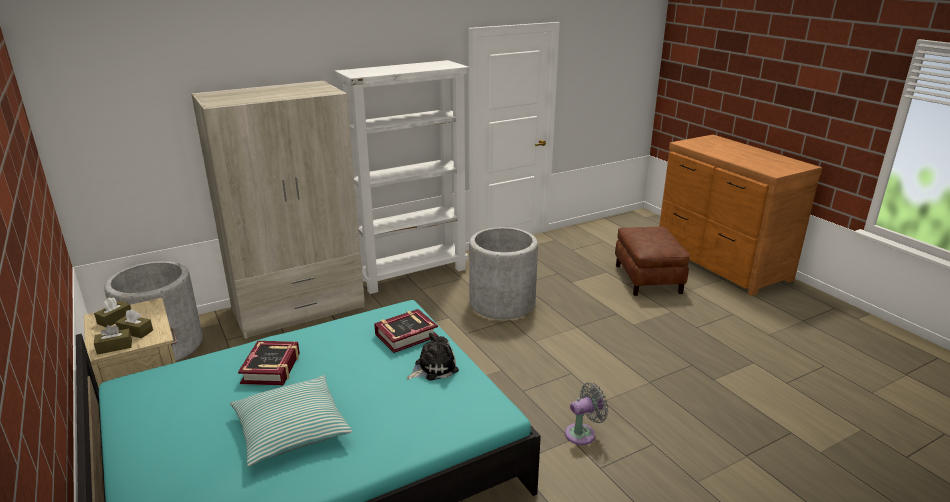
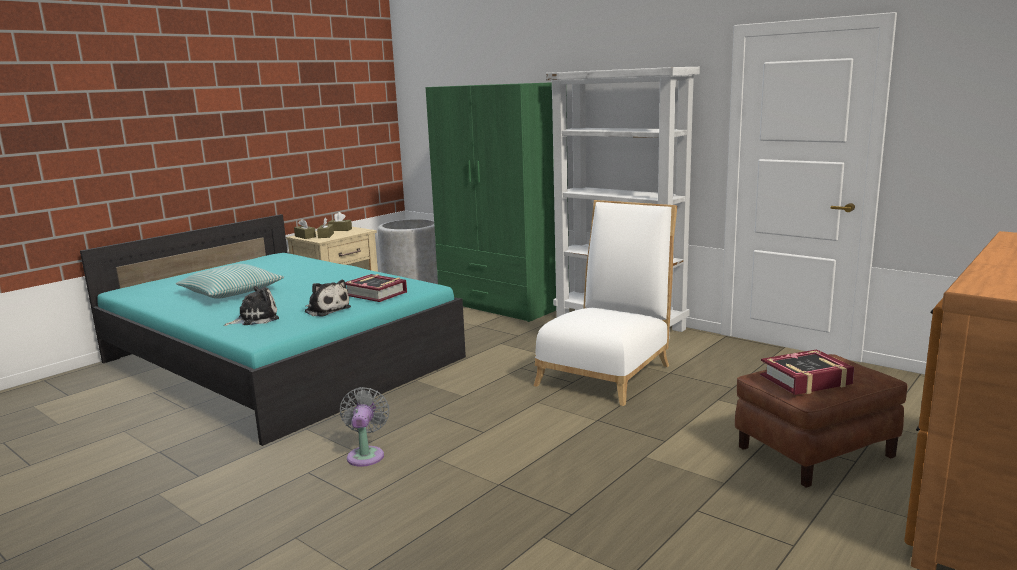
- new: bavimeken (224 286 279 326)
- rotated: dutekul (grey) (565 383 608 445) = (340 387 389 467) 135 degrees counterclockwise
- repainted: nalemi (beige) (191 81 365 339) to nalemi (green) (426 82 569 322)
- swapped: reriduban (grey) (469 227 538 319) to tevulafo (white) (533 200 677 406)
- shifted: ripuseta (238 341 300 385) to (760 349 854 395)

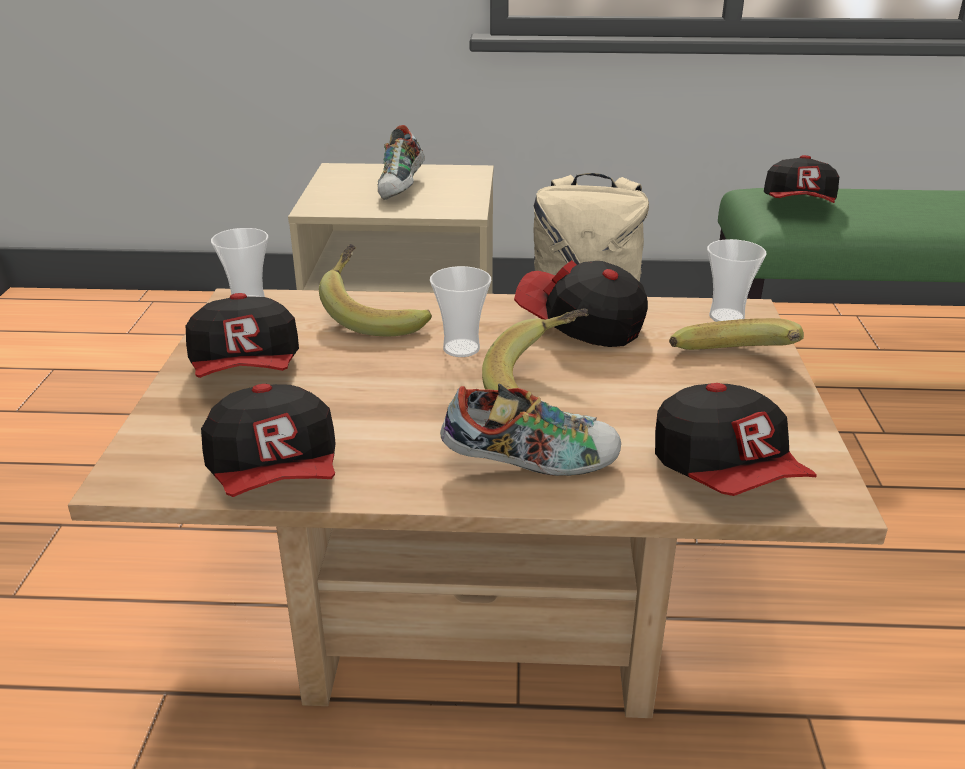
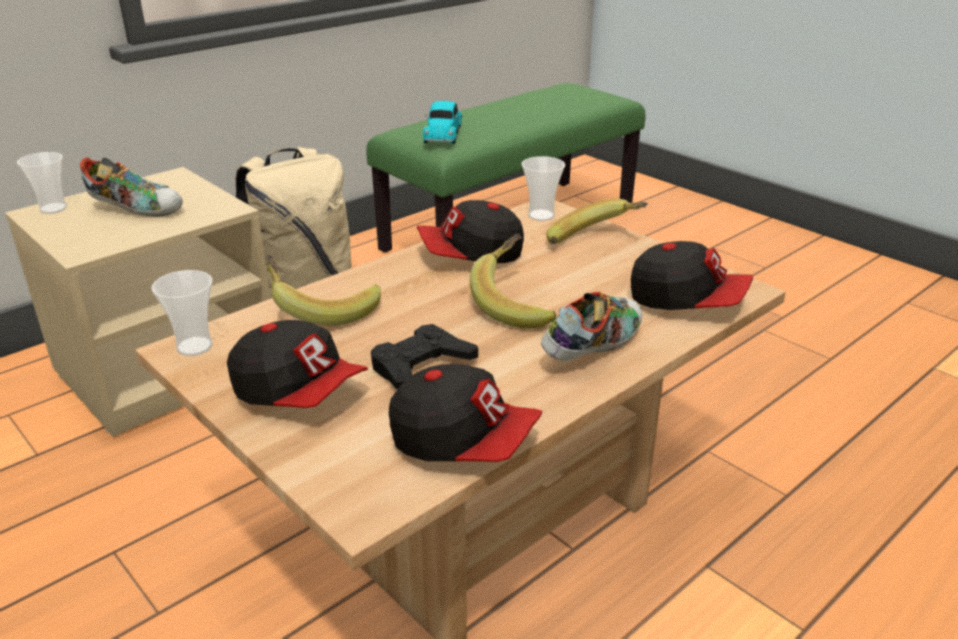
- shifted: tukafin (430 266 491 357) to (17 152 67 214)
- rotated: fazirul (378 125 425 200) = (80 157 183 217) 45 degrees counterclockwise
- new: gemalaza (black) (371 324 478 389)
- swapped: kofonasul (764 155 839 203) to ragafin (423 101 462 144)

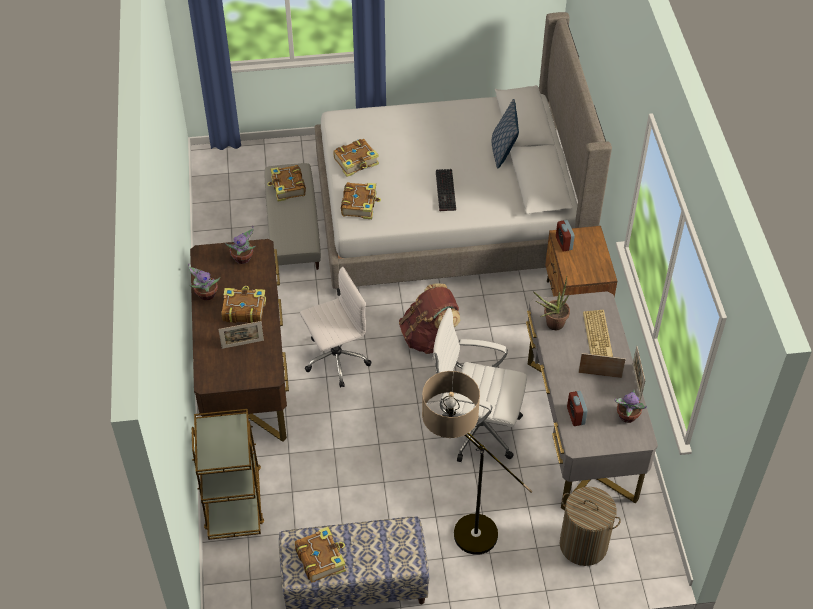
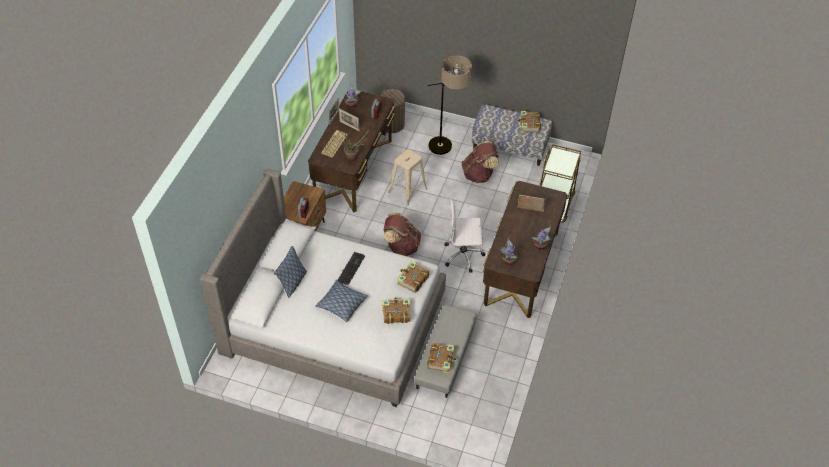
- repainted: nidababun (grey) (526 291 658 510) to nidababun (brown) (308 90 395 212)
- new: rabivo (315 280 368 322)
- swapped: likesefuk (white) (432 308 527 462) to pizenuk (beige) (389 149 427 205)
- new: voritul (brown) (462 141 499 183)
- gone: ripuseta (221 286 266 323)

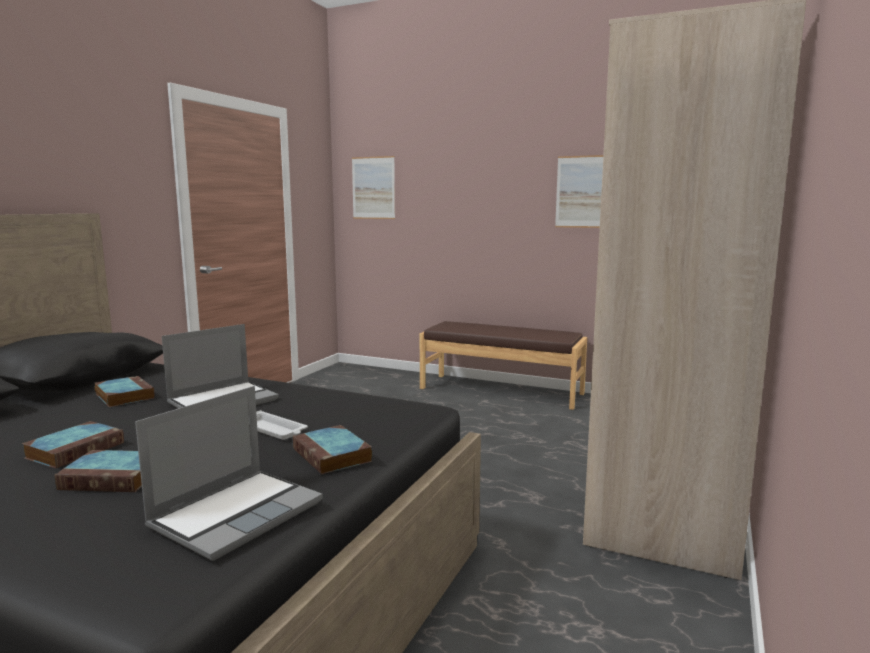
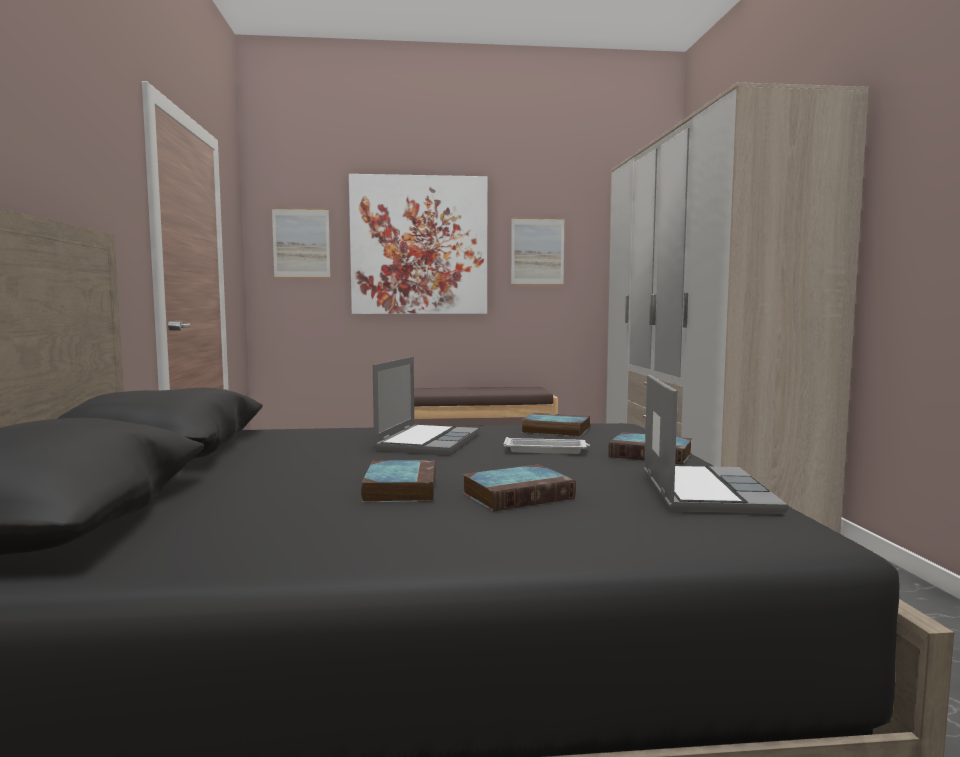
- new: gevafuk (349 174 488 314)
- shifted: ripuseta (95 376 155 407) to (521 413 590 437)

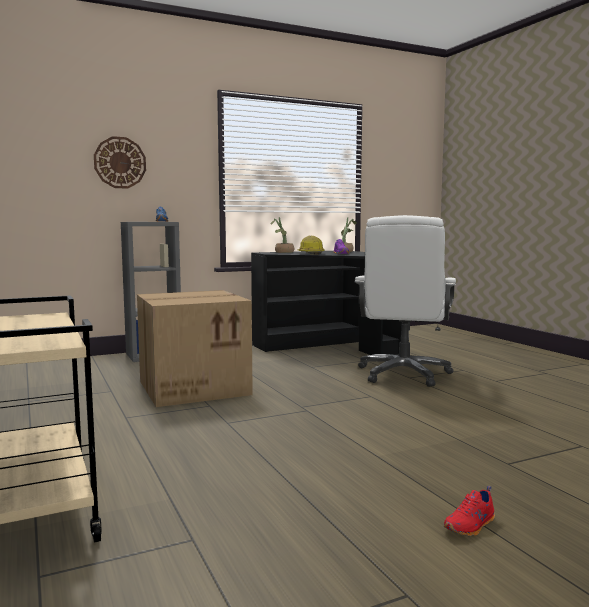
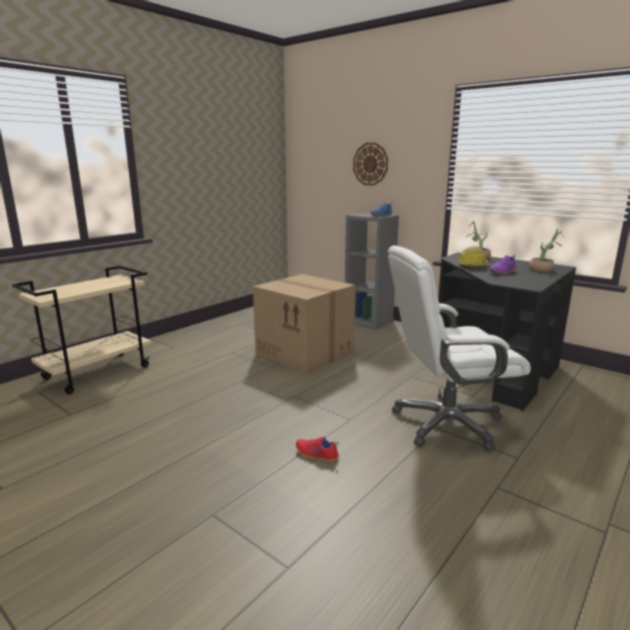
- shifted: fazirul (red) (444 486 495 536) to (296 437 339 462)

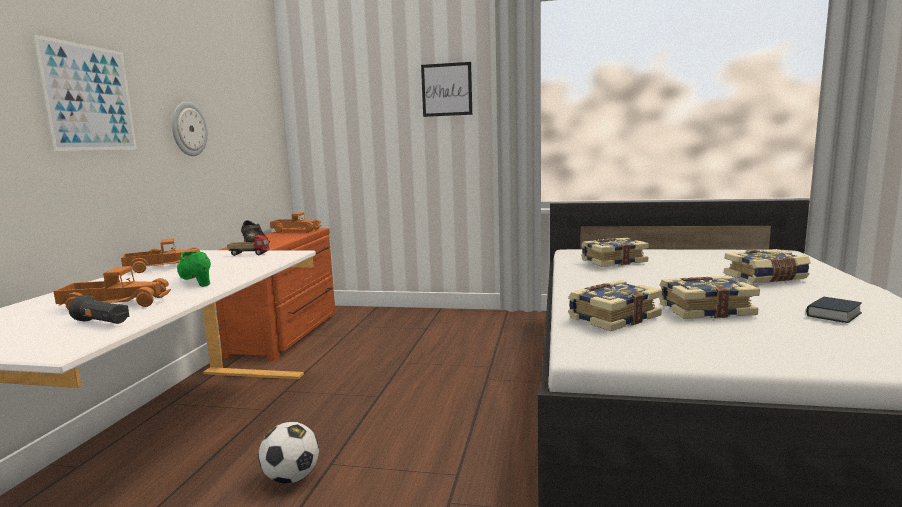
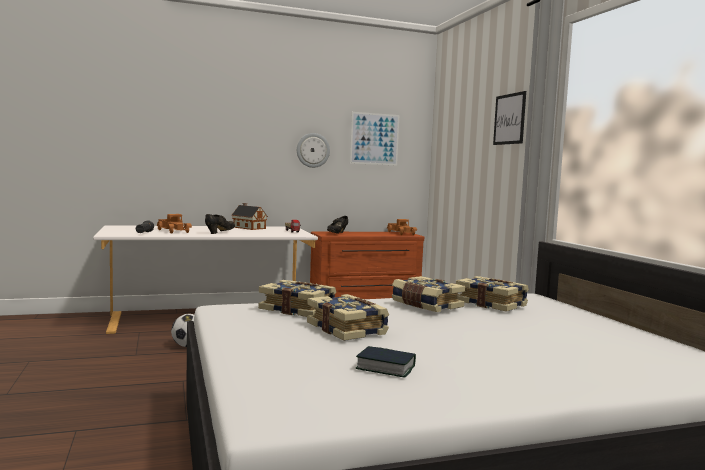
- repainted: fazirul (green) (177 251 211 287) to fazirul (black) (205 214 235 234)
- swapped: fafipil (121 238 200 273) to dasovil (232 203 268 230)
- shifted: gevafuk (32 34 137 151) to (350 112 399 165)
- shifted: ripuseta (724 249 811 283) to (392 276 465 312)

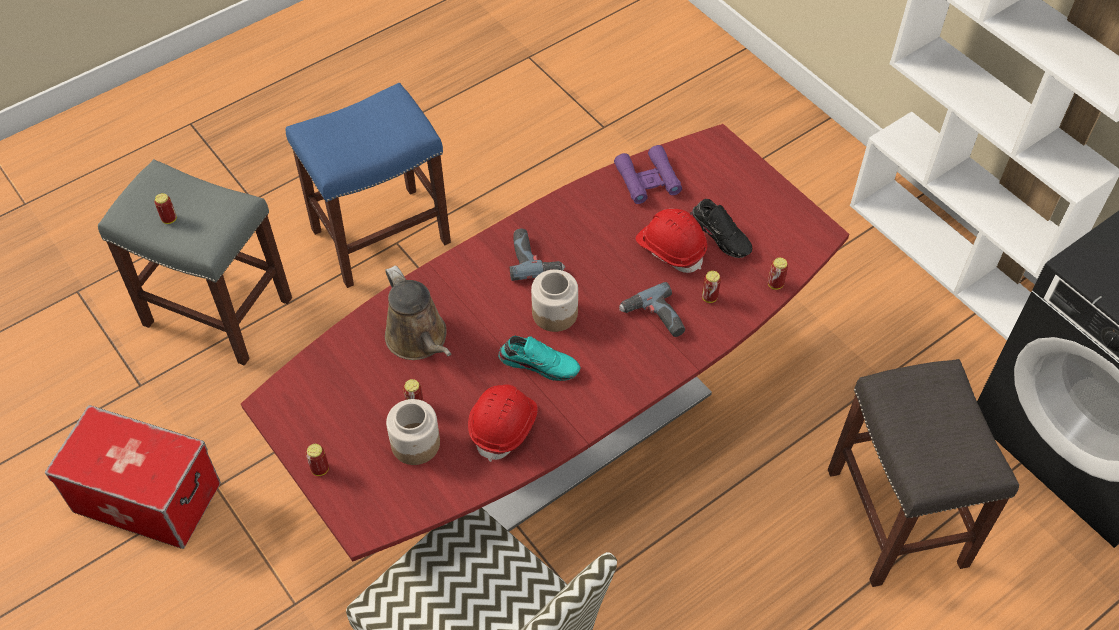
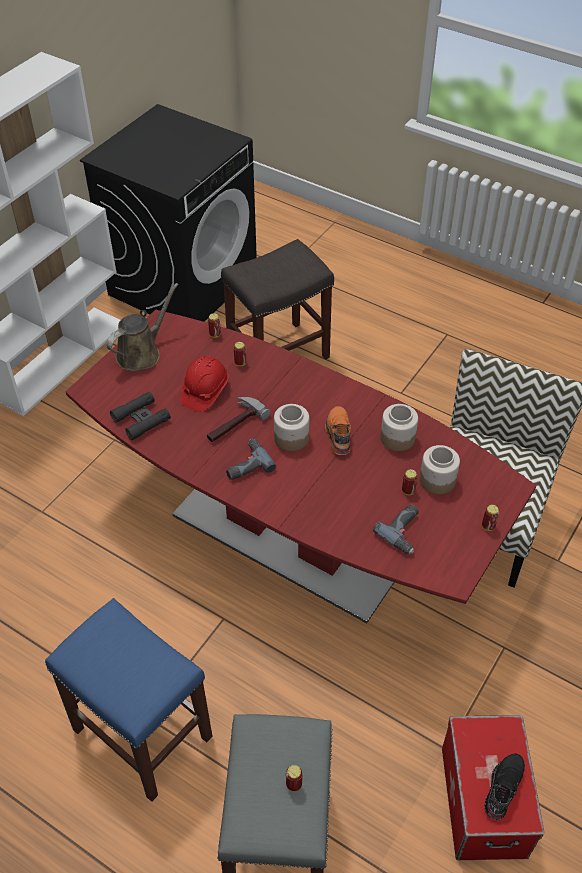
- shifted: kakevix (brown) (385 265 451 360) to (106 283 179 371)
- repainted: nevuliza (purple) (614 145 682 204) to nevuliza (black) (110 392 171 440)
- new: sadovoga (207 397 271 442)
- repainted: fazirul (turquoise) (498 336 581 381) to fazirul (orange) (325 406 351 455)
- shifted: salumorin (619 282 685 337) to (373 504 419 554)
- swapped: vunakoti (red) (468 384 538 462) to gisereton (380 404 418 451)
- shifted: fazirul (black) (690 199 752 258) to (484 753 525 820)

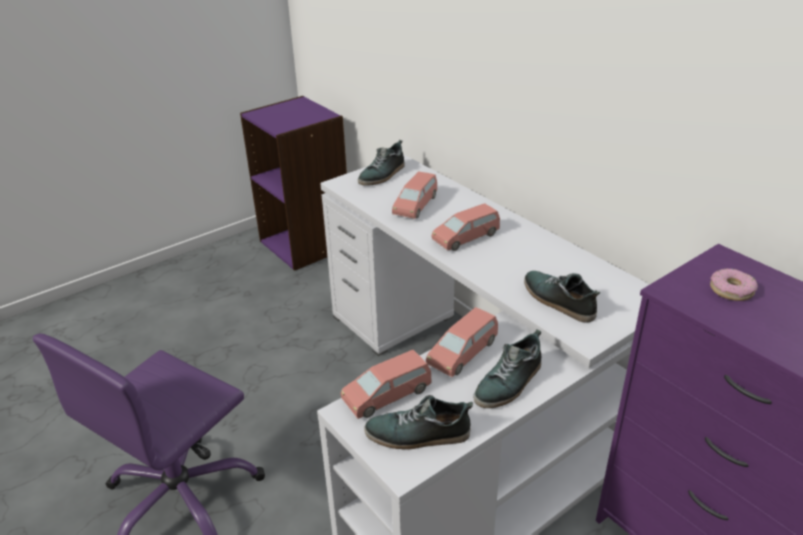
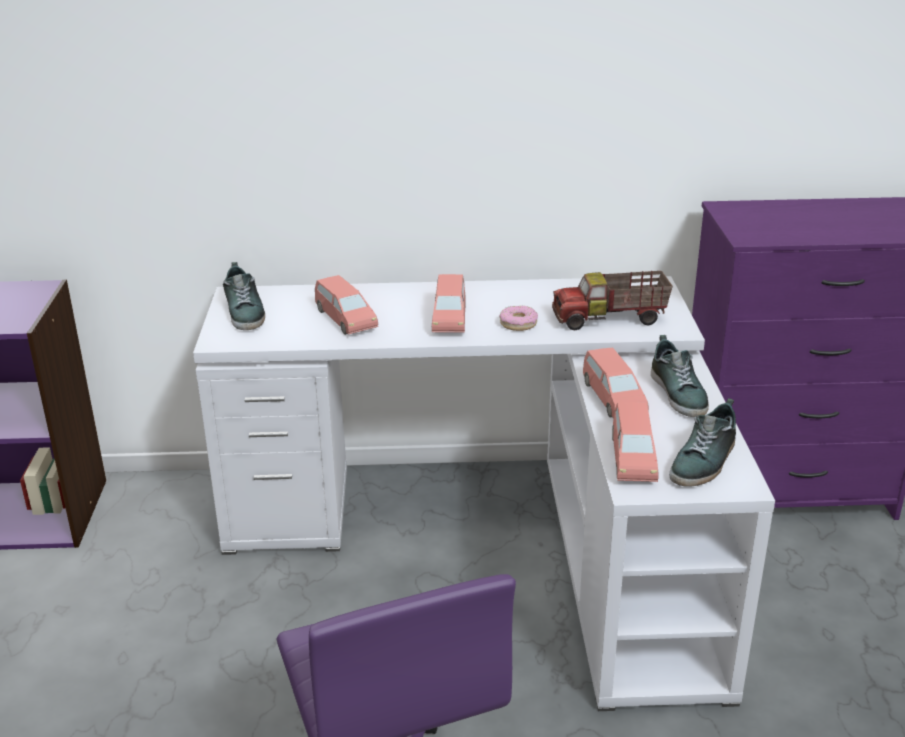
- shifted: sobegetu (710 268 758 301) to (499 306 538 331)
- swapped: fazirul (524 271 600 323) to fafipil (552 271 673 330)

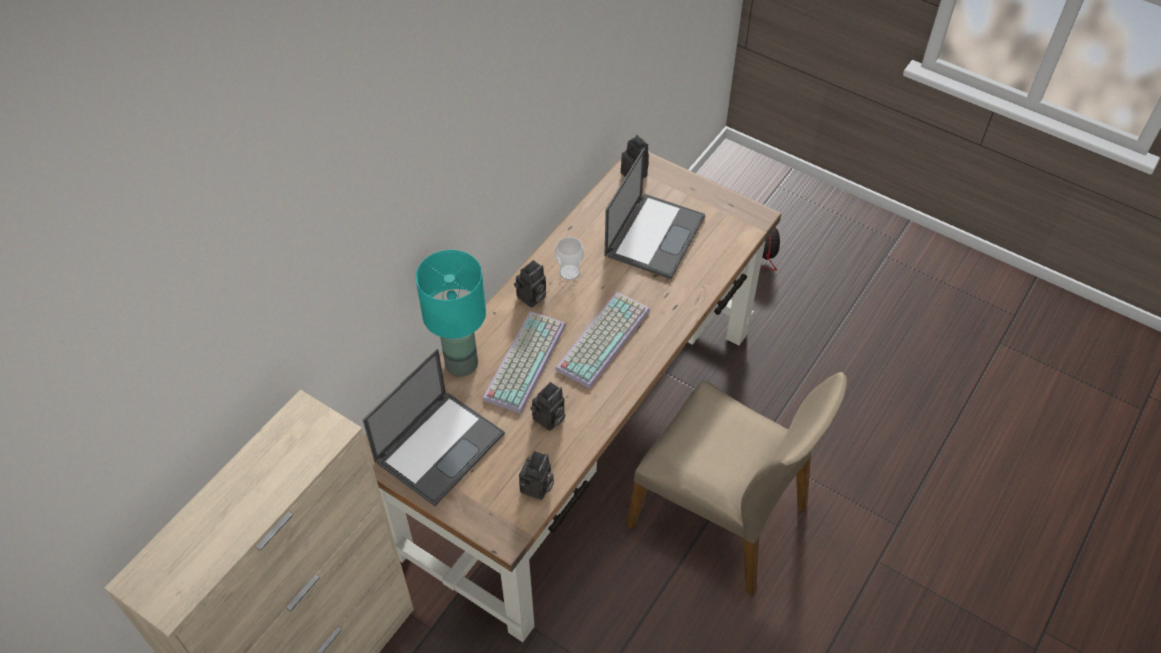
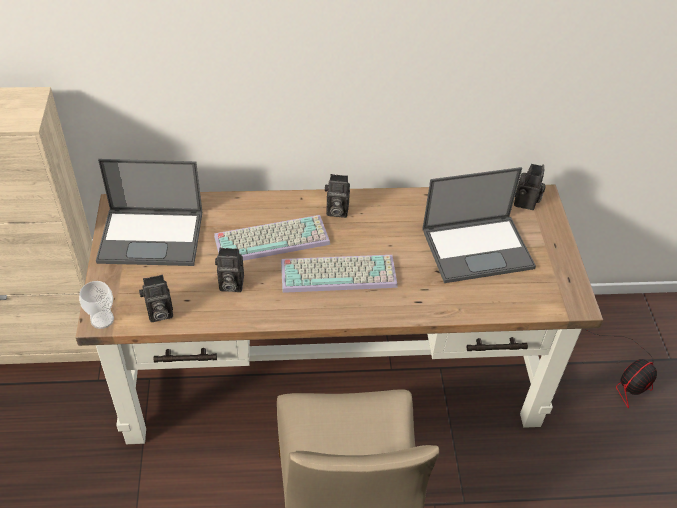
- shifted: tukafin (555 237 584 280) to (79 281 114 329)
- gone: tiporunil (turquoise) (416 250 486 377)

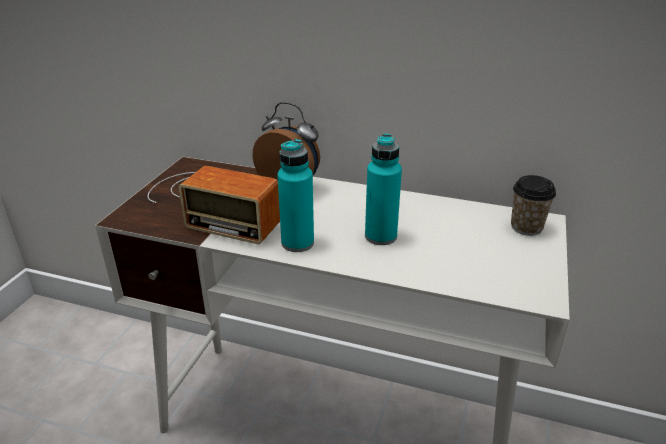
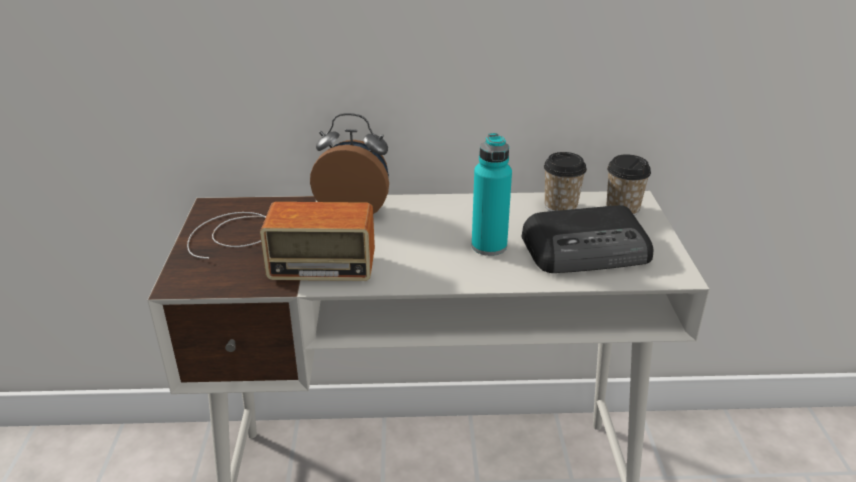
- new: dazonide (522 205 653 273)
- new: tukafin (544 152 587 211)
- gone: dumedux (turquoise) (277 139 314 252)

